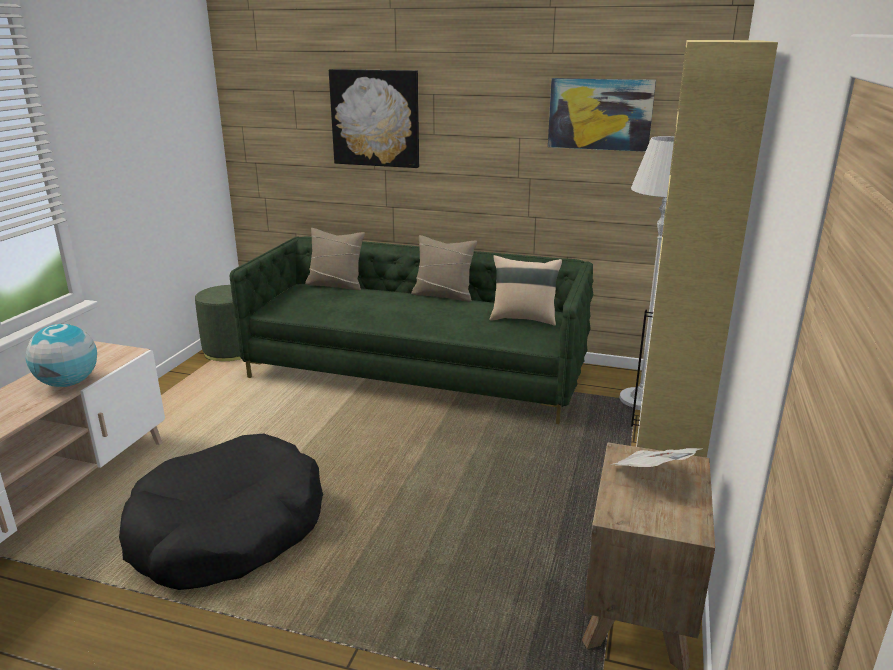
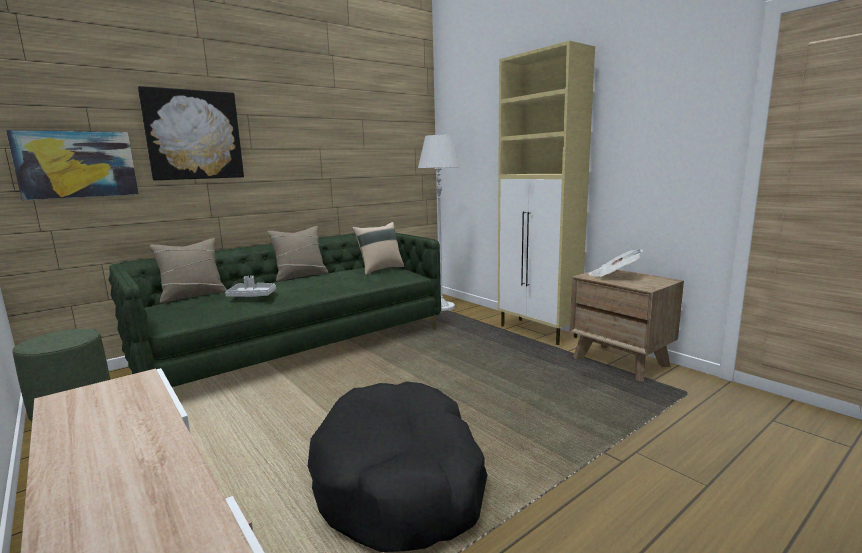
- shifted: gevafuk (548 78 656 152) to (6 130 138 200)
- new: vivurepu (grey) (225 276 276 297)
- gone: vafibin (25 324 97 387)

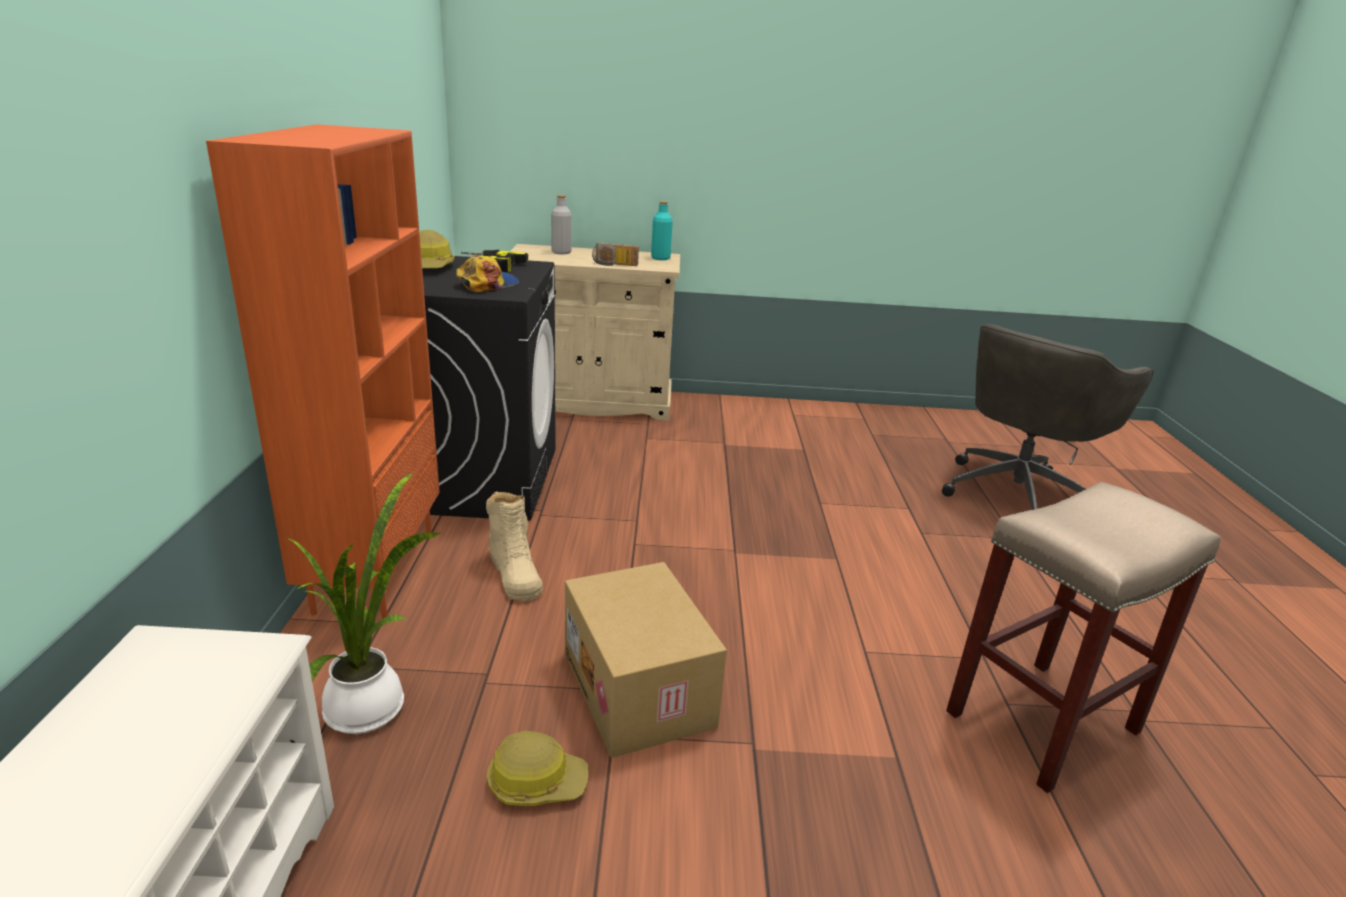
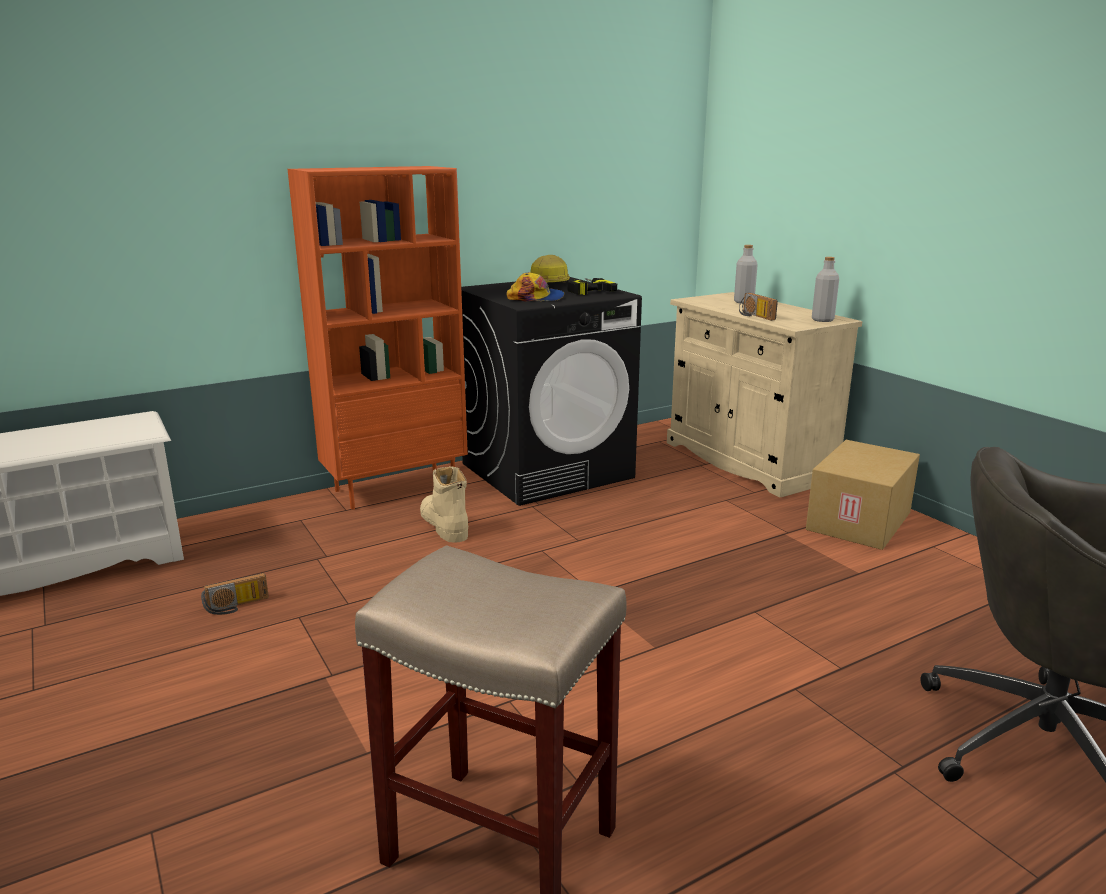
- swapped: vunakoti (487 731 588 806) to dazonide (201 573 269 615)
- rotated: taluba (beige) (486 491 543 601) = (420 466 468 543) 120 degrees clockwise
- shifted: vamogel (565 562 727 758) to (806 440 920 550)
- repainted: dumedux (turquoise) (651 201 673 260) to dumedux (grey) (812 257 839 322)
- gone: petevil (287 473 442 734)

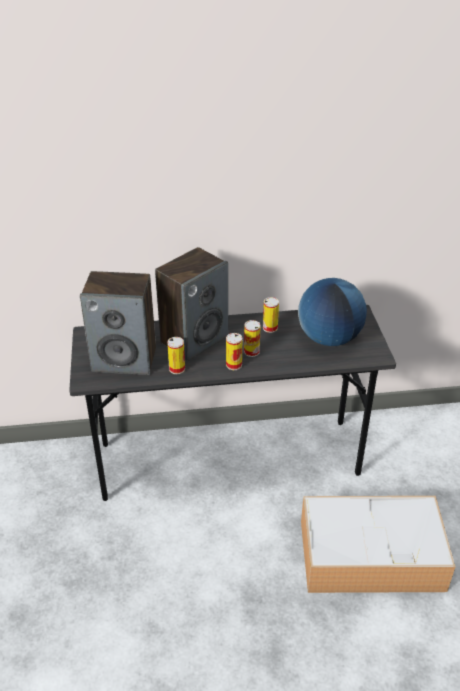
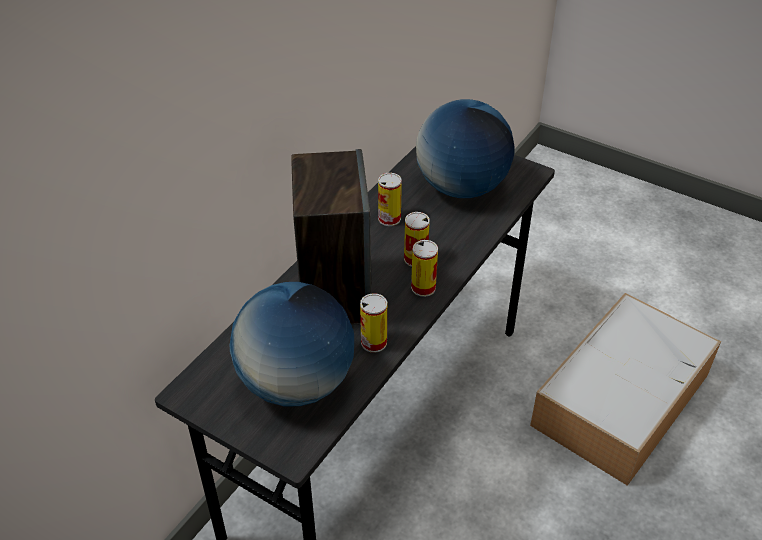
- swapped: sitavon (80 271 156 375) to vafibin (230 282 354 406)

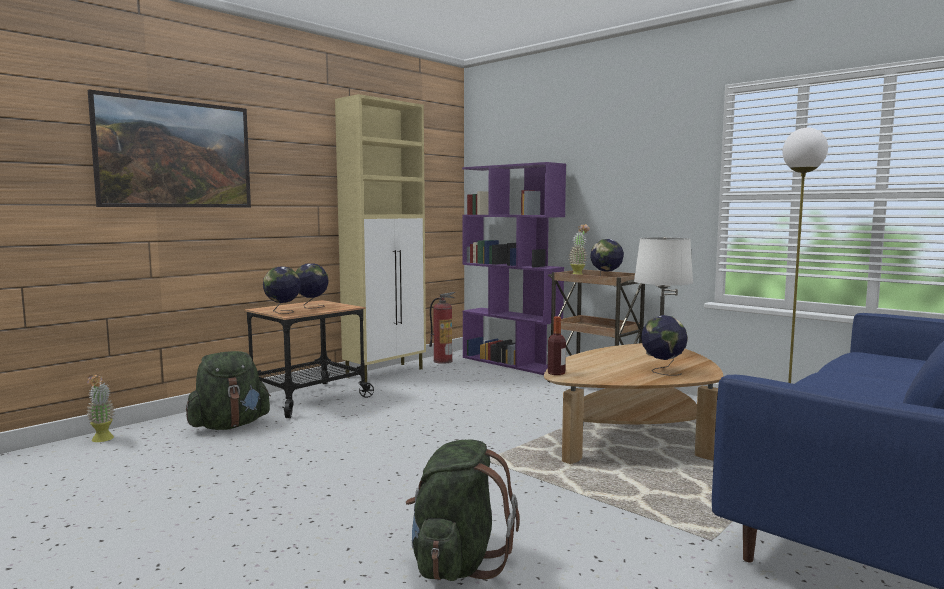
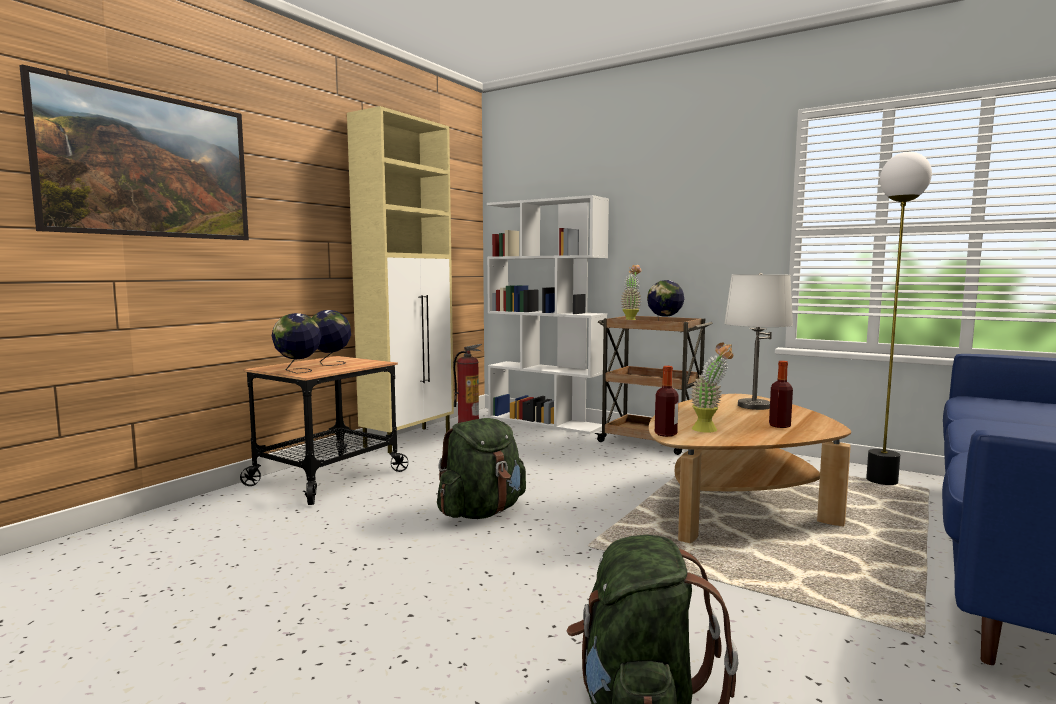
- shifted: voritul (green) (186 351 271 430) to (437 418 526 519)
- repainted: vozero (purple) (462 162 566 375) to vozero (white) (487 195 609 434)
- shifted: petevil (86 373 115 442) to (690 343 733 432)
- swapped: vafibin (641 315 688 376) to dumedux (769 361 793 428)

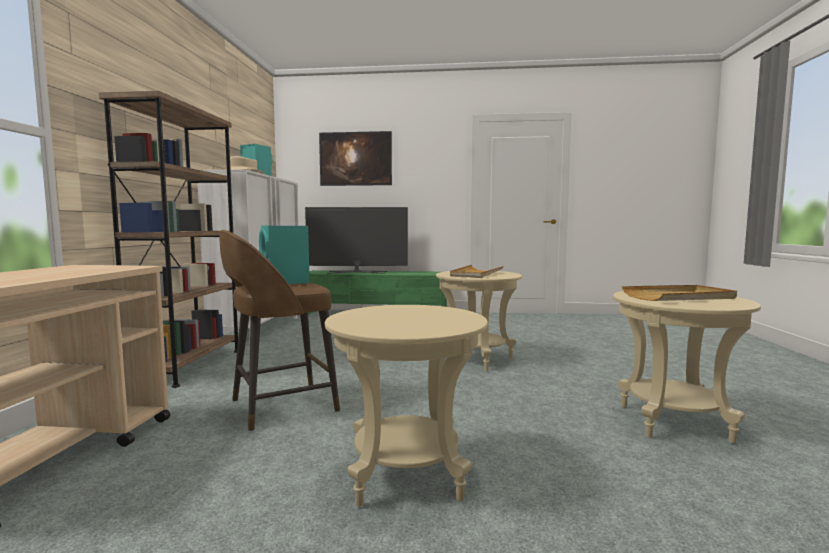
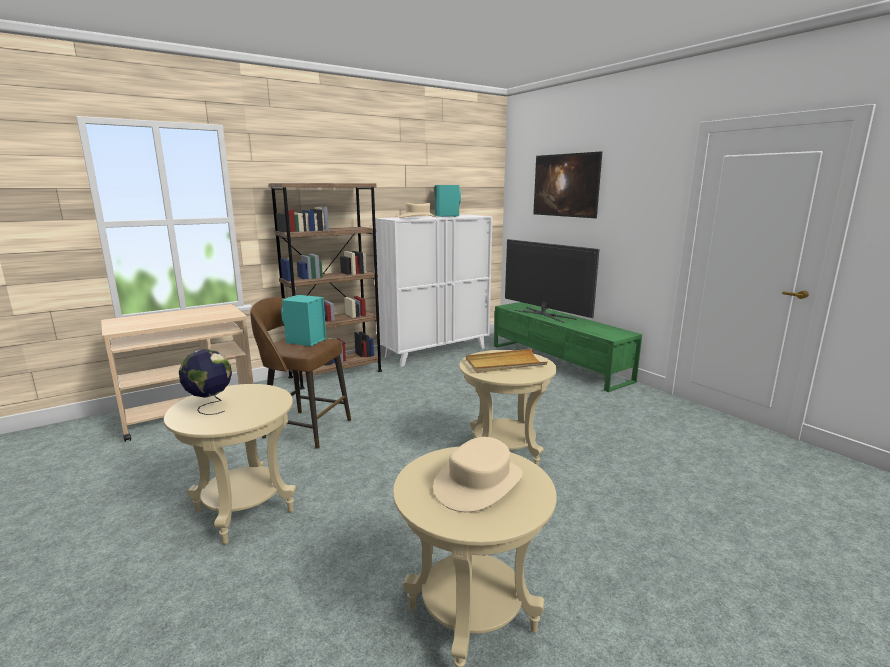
- new: vafibin (179 349 232 415)
- swapped: vivurepu (beige) (622 285 737 301) to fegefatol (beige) (433 437 523 512)

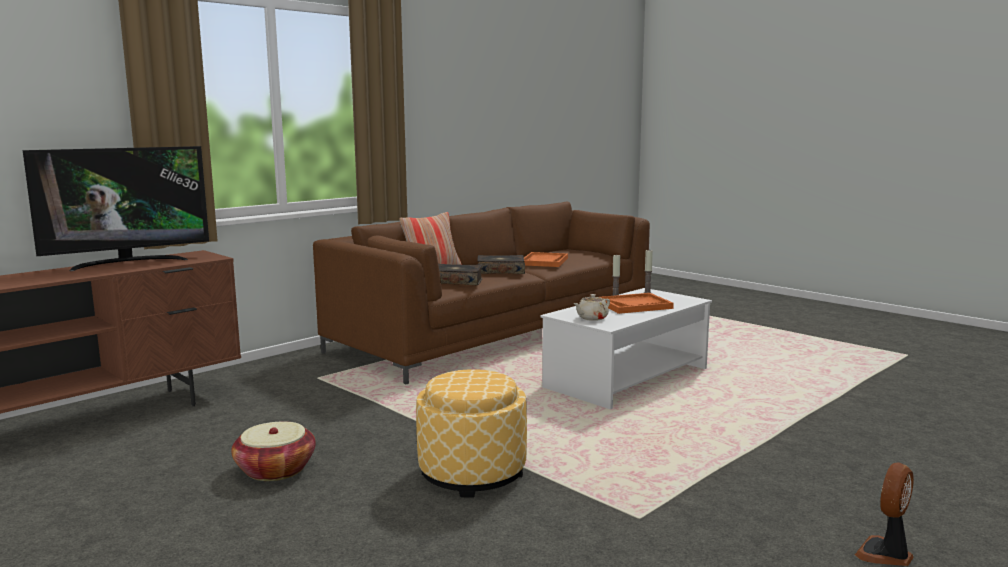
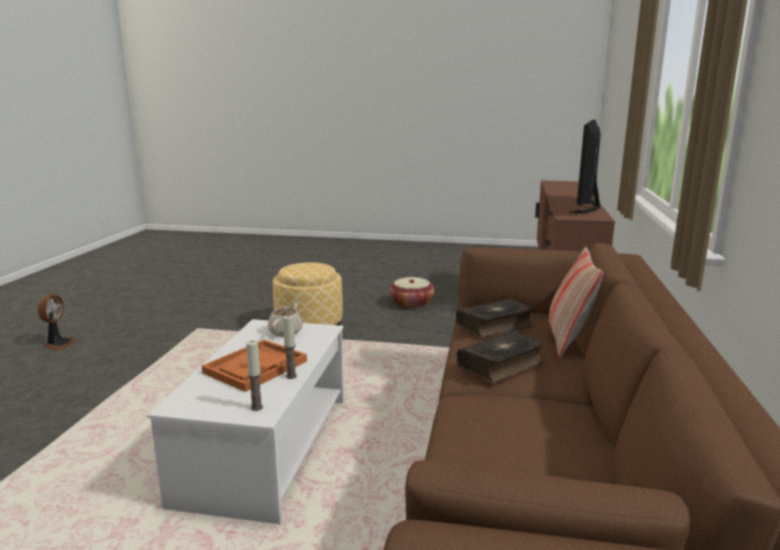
- gone: vivurepu (orange) (524 252 568 267)

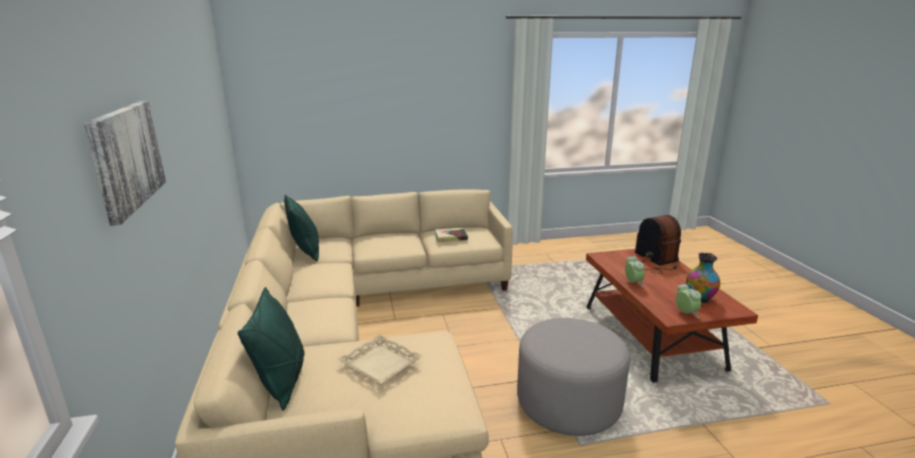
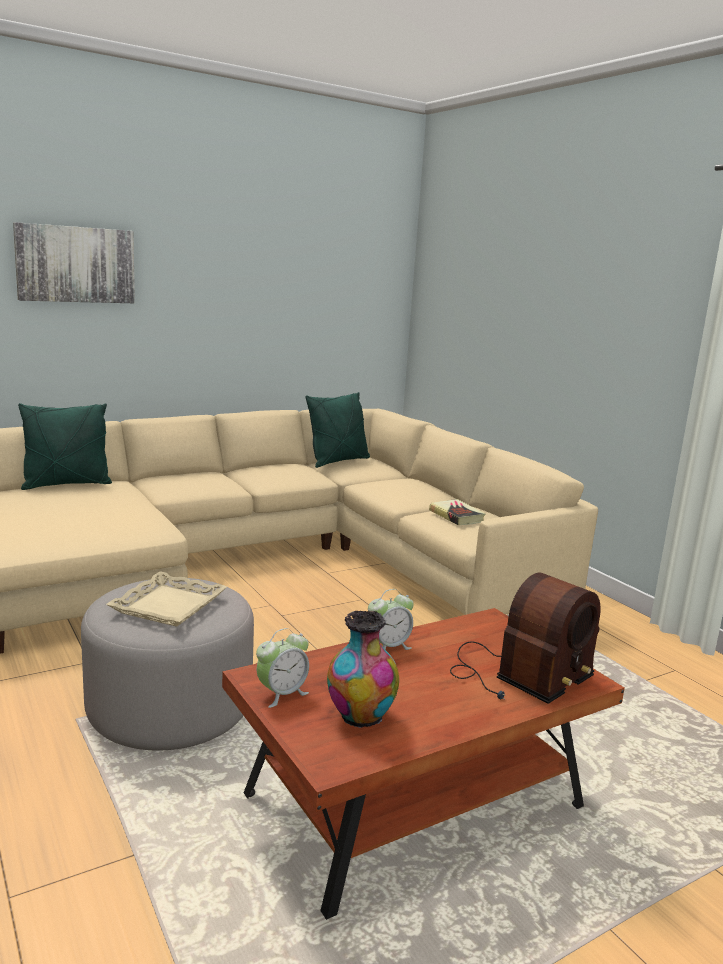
- shifted: vivurepu (beige) (338 334 422 385) to (106 571 227 627)

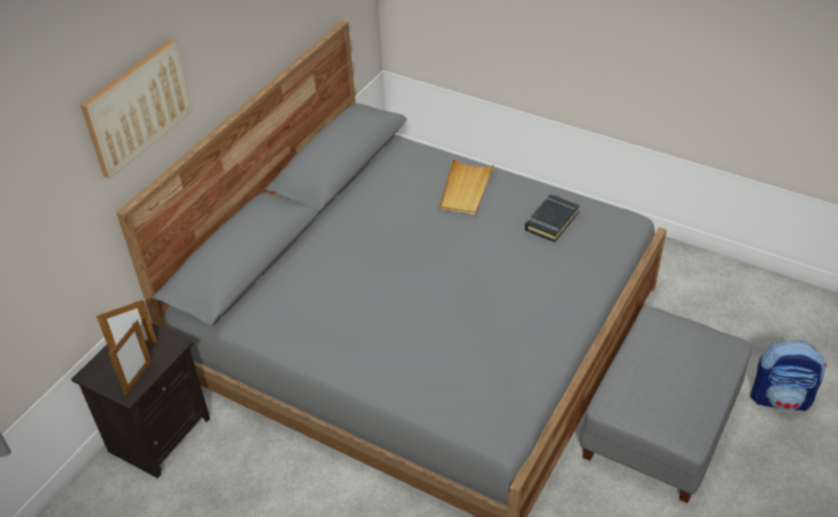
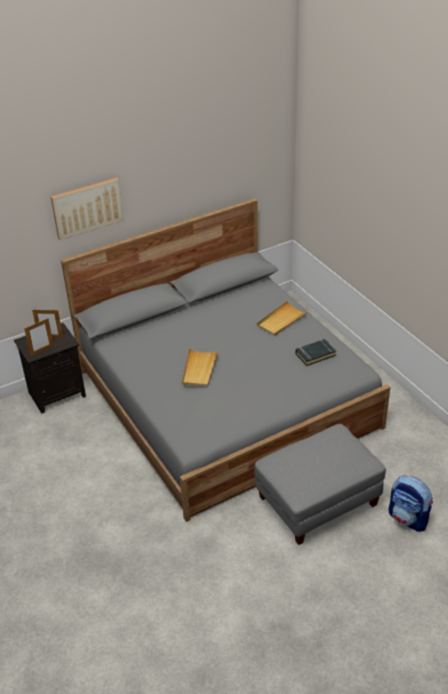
- new: vivurepu (beige) (182 348 218 387)

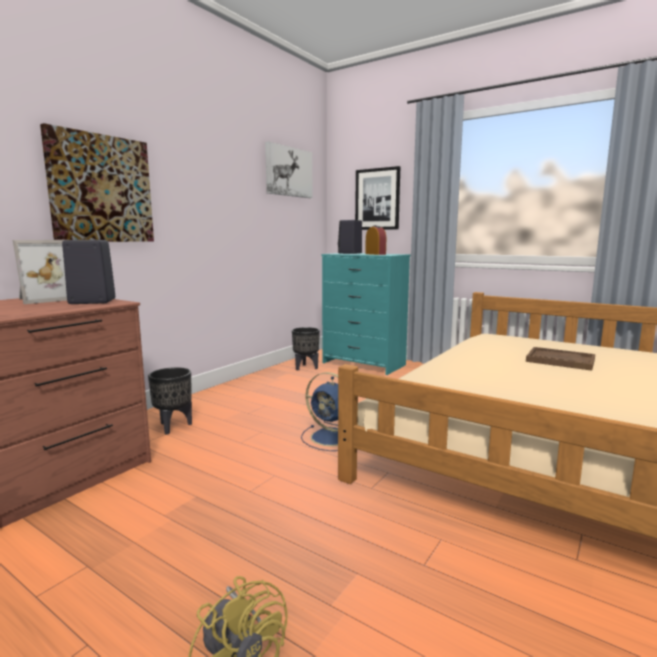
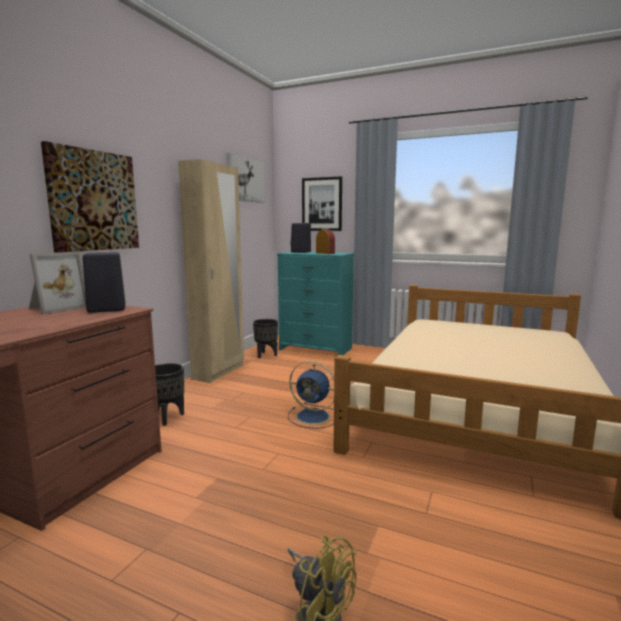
- new: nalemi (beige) (178 159 244 383)
- gone: vivurepu (brown) (526 347 595 371)

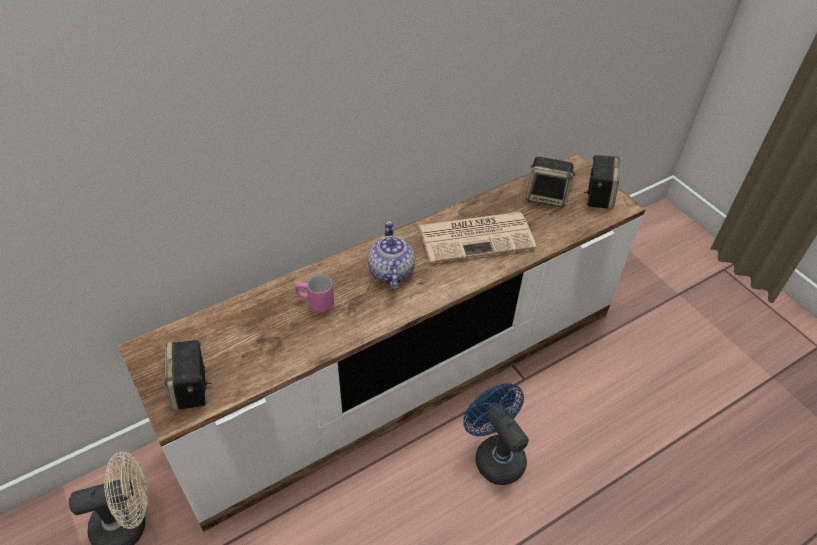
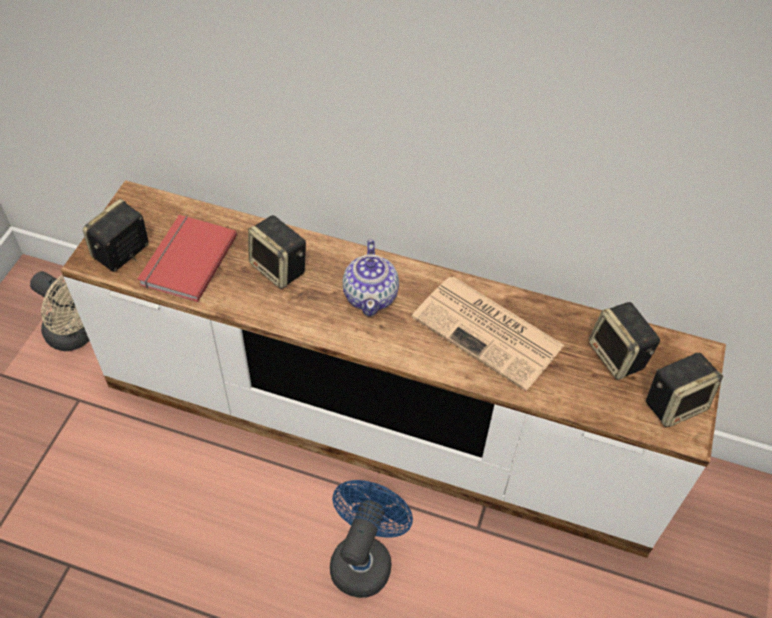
- new: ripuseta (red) (138 215 237 302)
- swapped: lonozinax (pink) (295 274 334 312) to sitavon (248 215 306 289)
- rotated: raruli (368 221 415 291) = (342 240 399 316) 135 degrees clockwise

